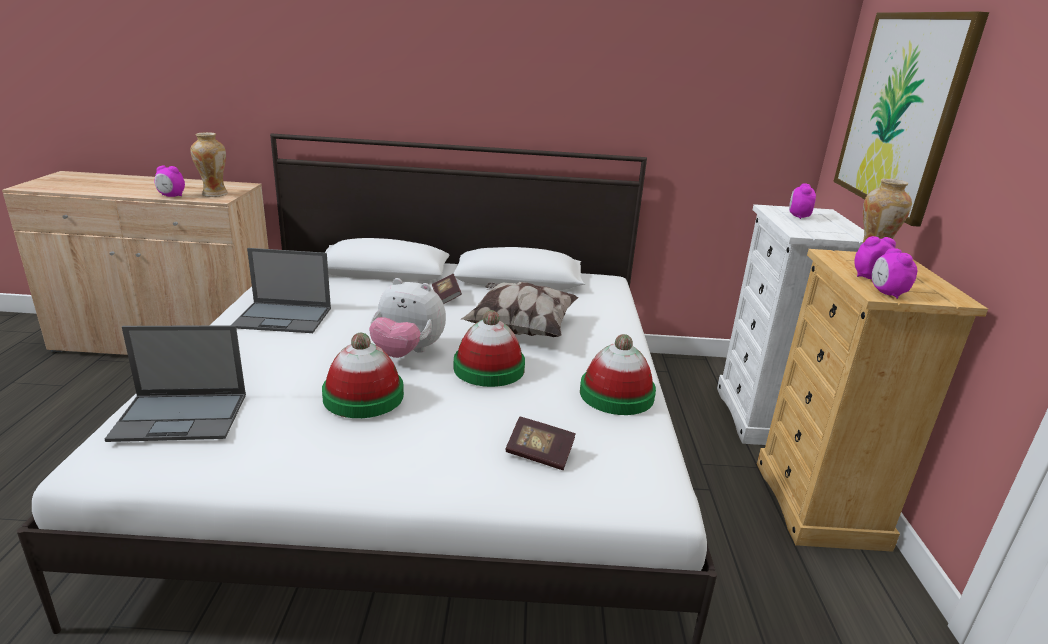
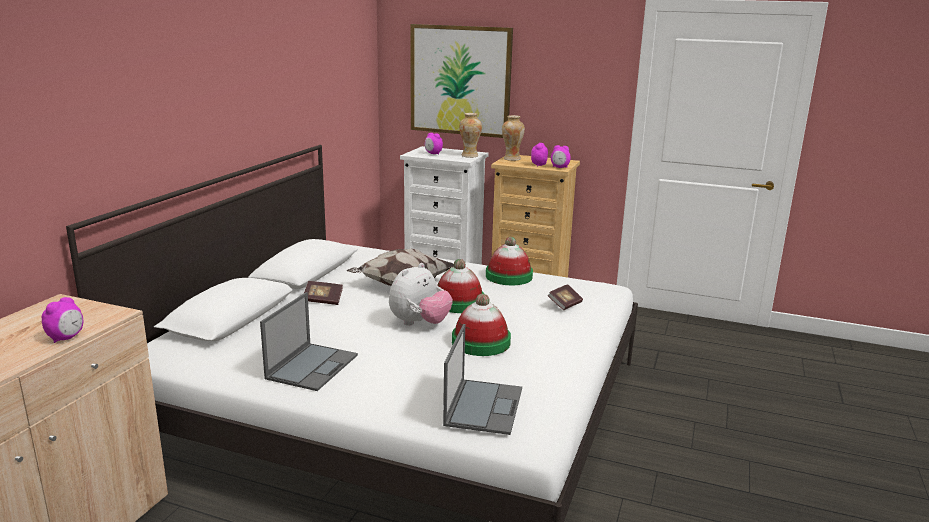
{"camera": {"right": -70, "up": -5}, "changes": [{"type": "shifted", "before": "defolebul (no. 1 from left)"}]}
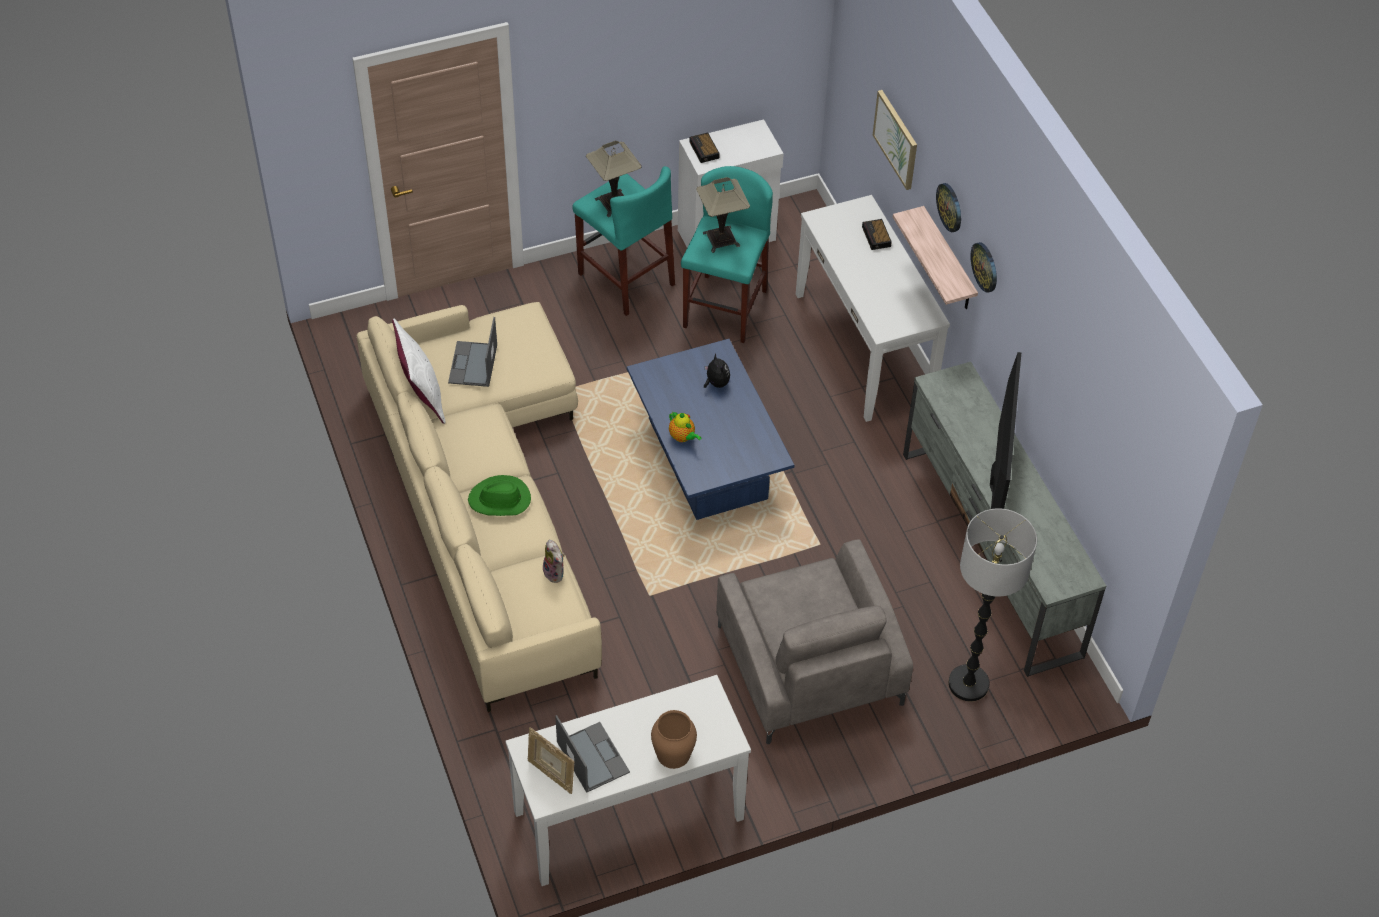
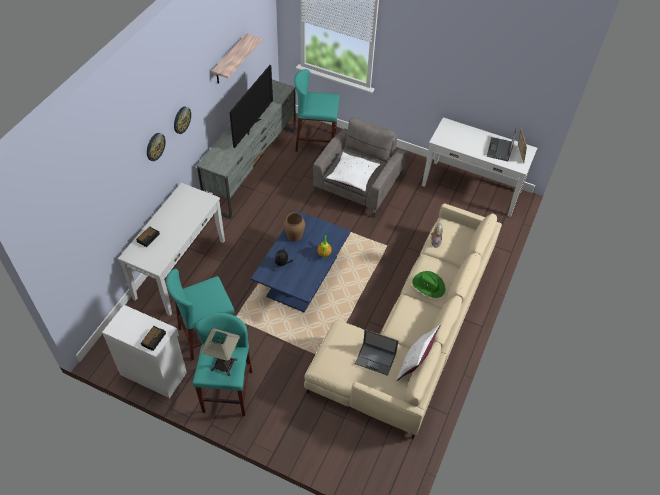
{"camera": {"right": -135, "up": 0}, "changes": [{"type": "shifted", "before": "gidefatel"}, {"type": "rotated", "before": "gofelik", "turn": 150}, {"type": "shifted", "before": "brown defolebul"}, {"type": "swapped", "before": "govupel", "after": "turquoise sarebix (no. 3 from left)"}, {"type": "new", "after": "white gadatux (no. 1 from left)"}, {"type": "rotated", "before": "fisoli (no. 1 from left)", "turn": 60}, {"type": "gone", "before": "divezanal (no. 2 from left)"}, {"type": "gone", "before": "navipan"}]}
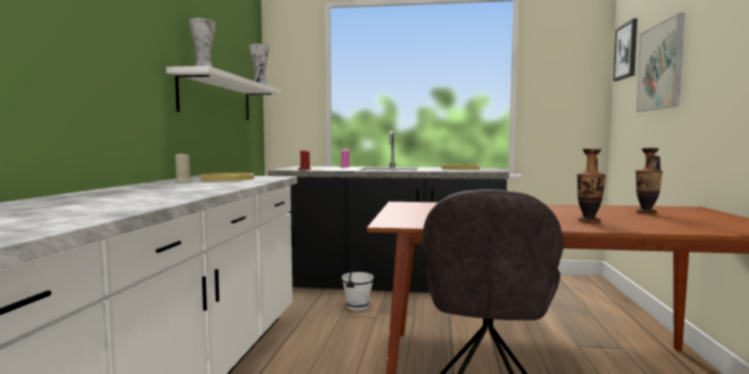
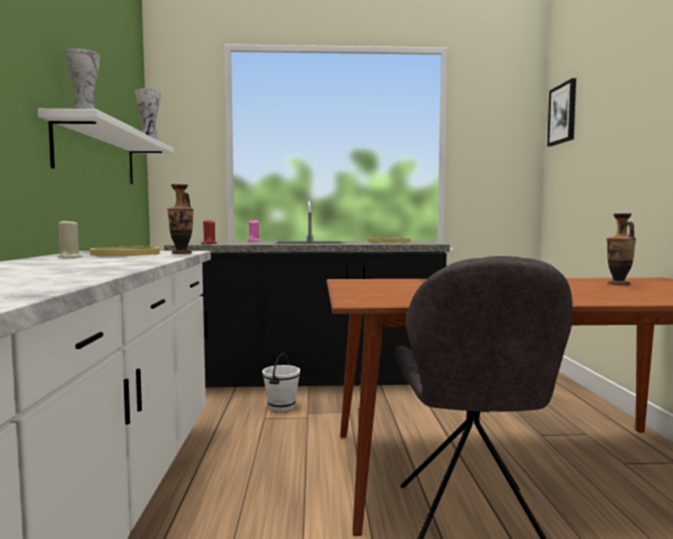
{"camera": {"right": -10, "up": 0}, "changes": [{"type": "shifted", "before": "defolebul (no. 3 from left)"}, {"type": "gone", "before": "navipan (no. 2 from left)"}]}
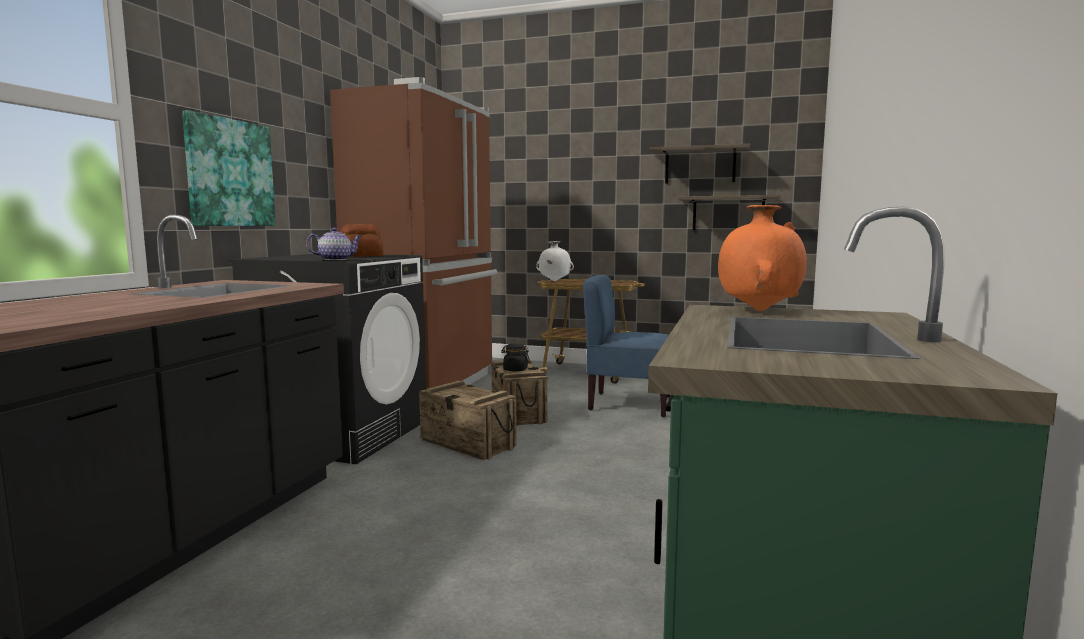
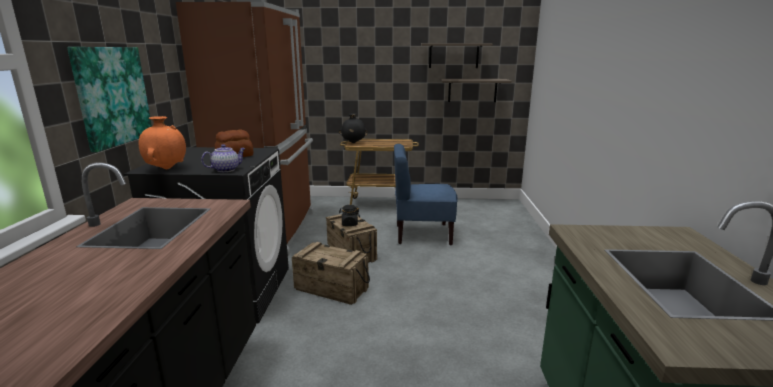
{"camera": {"right": -15, "up": 10}, "changes": [{"type": "shifted", "before": "orange defolebul"}, {"type": "repainted", "before": "white defolebul", "after": "black defolebul"}]}
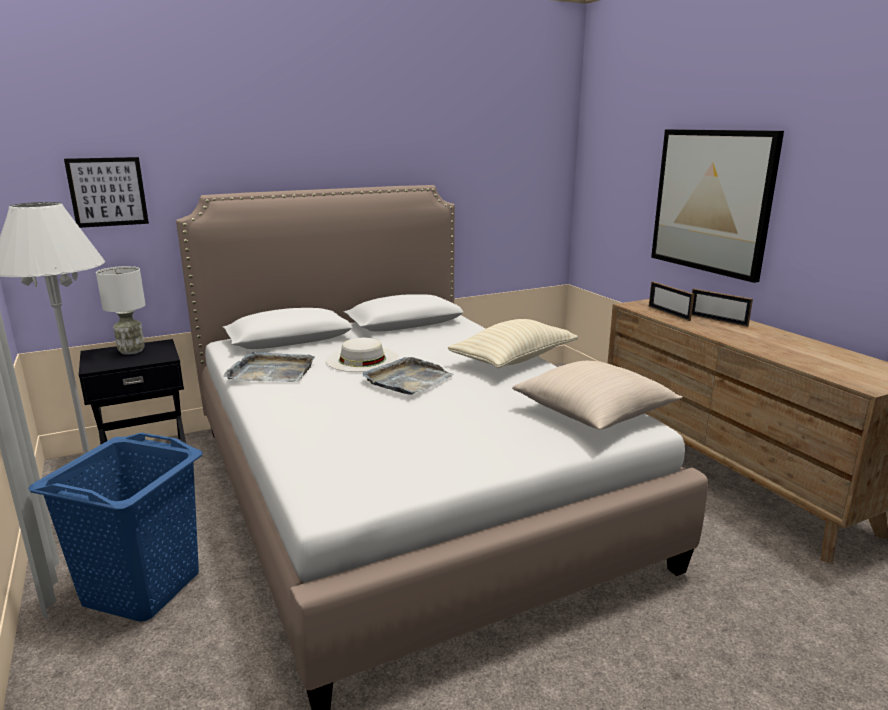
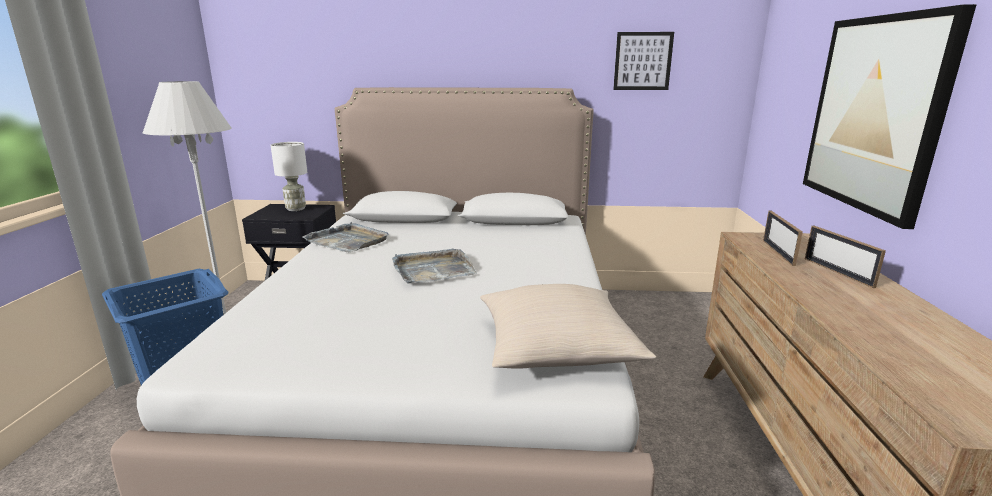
{"camera": {"right": 30, "up": 0}, "changes": [{"type": "shifted", "before": "navipan (no. 1 from left)"}, {"type": "gone", "before": "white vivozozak"}, {"type": "gone", "before": "beige gadatux (no. 1 from left)"}]}
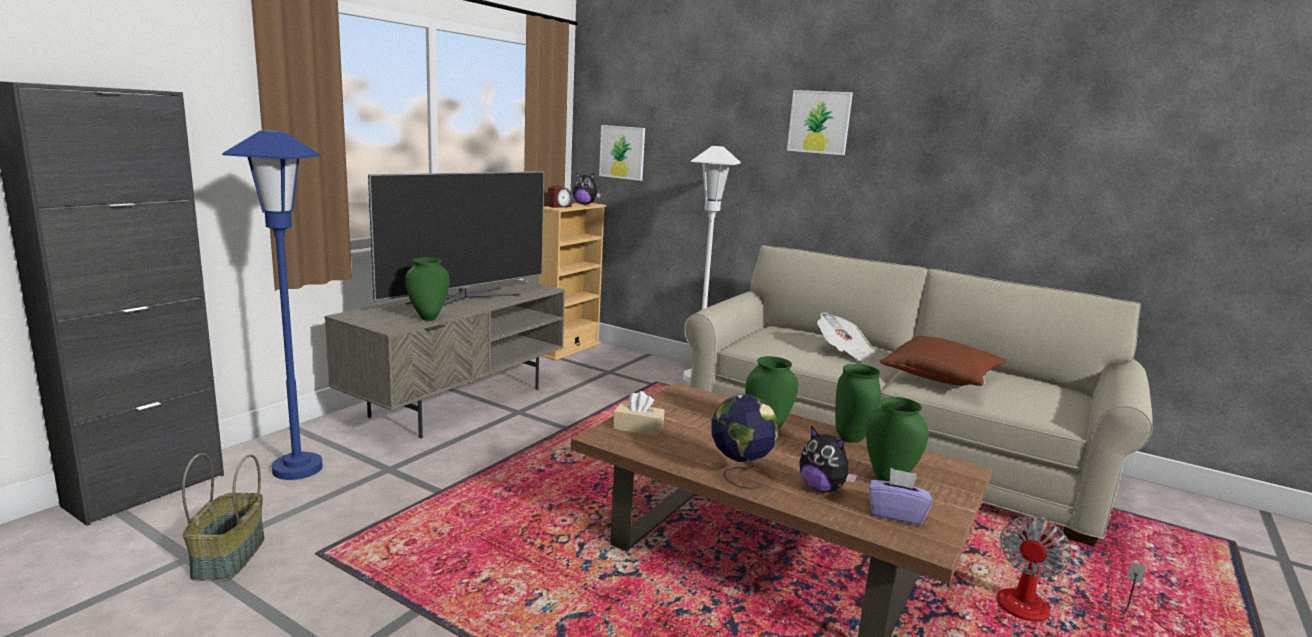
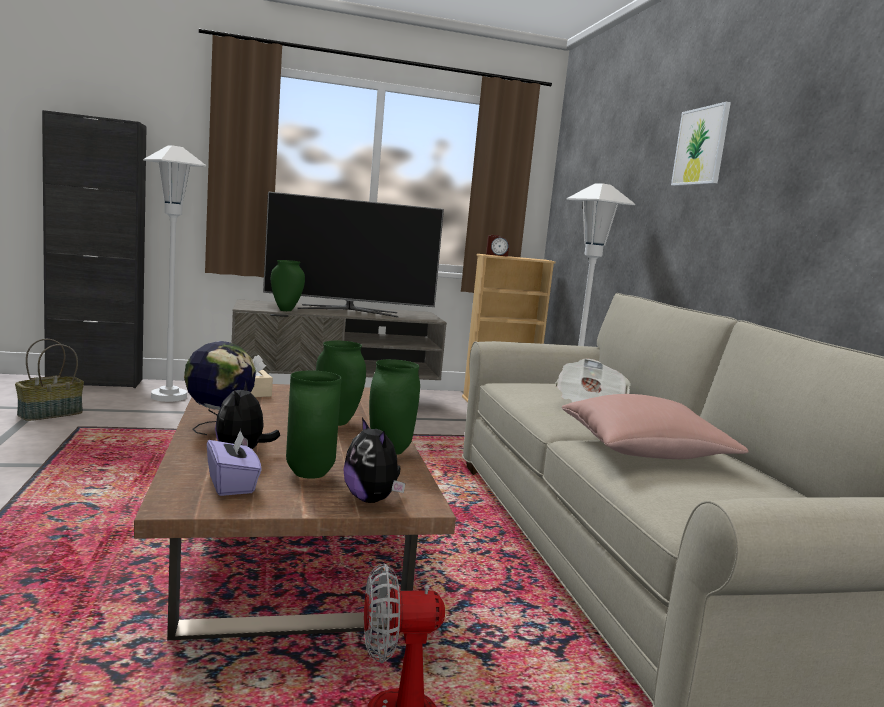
{"camera": {"right": 45, "up": -5}, "changes": [{"type": "repainted", "before": "blue govupel", "after": "white govupel (no. 1 from left)"}, {"type": "shifted", "before": "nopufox (no. 1 from left in the first image)", "after": "nopufox (no. 2 from left)"}, {"type": "repainted", "before": "brown gadatux", "after": "pink gadatux"}, {"type": "gone", "before": "navipan (no. 1 from left)"}]}
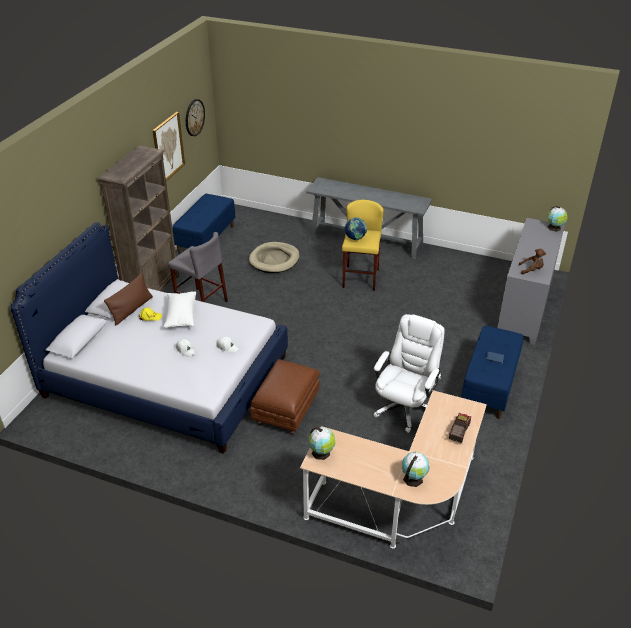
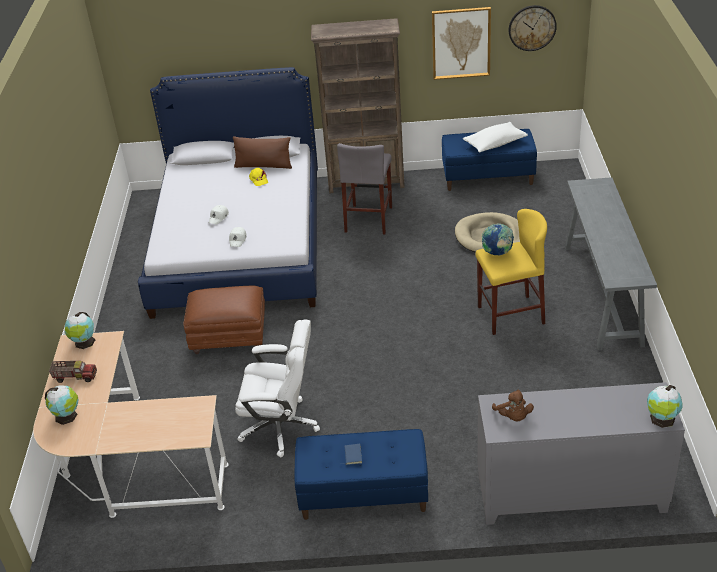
{"camera": {"right": 70, "up": 0}, "changes": [{"type": "shifted", "before": "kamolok"}, {"type": "shifted", "before": "white gadatux"}]}
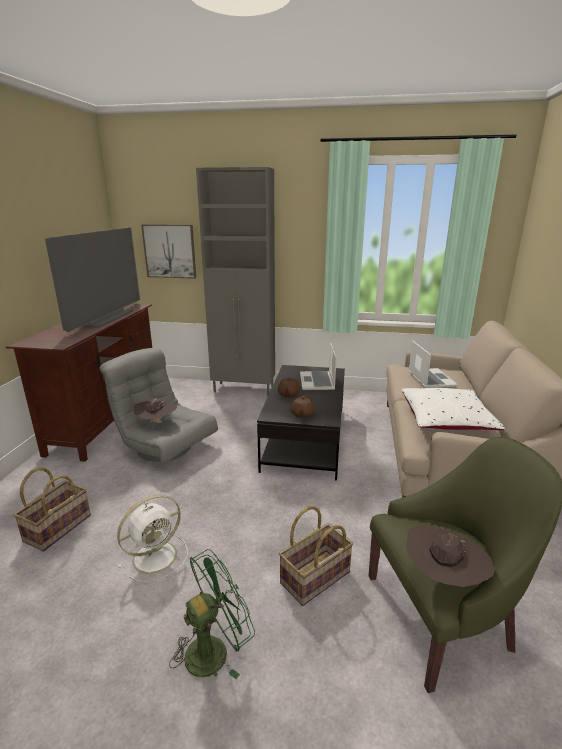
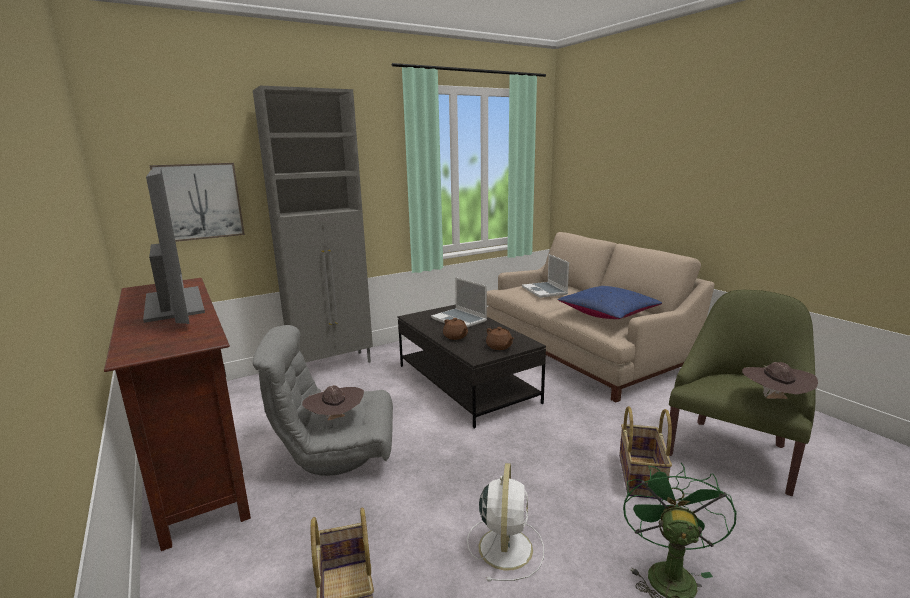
{"camera": {"right": -40, "up": -5}, "changes": [{"type": "rotated", "before": "fisoli (no. 2 from left)", "turn": -150}, {"type": "repainted", "before": "white gadatux", "after": "blue gadatux"}]}
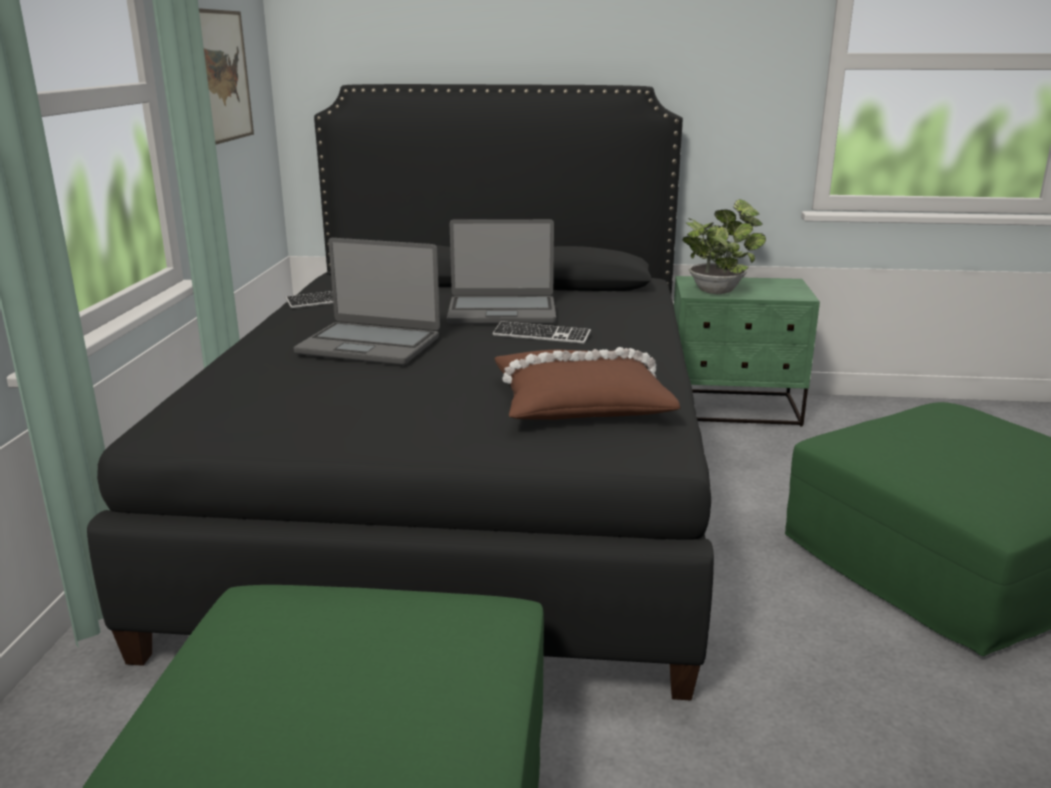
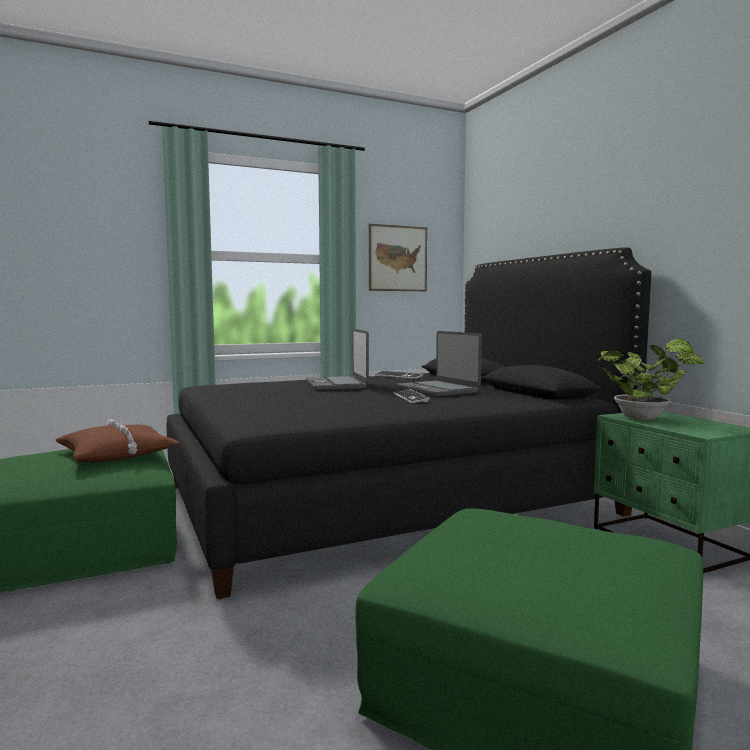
{"camera": {"right": 60, "up": -15}, "changes": [{"type": "shifted", "before": "brown gadatux"}]}
